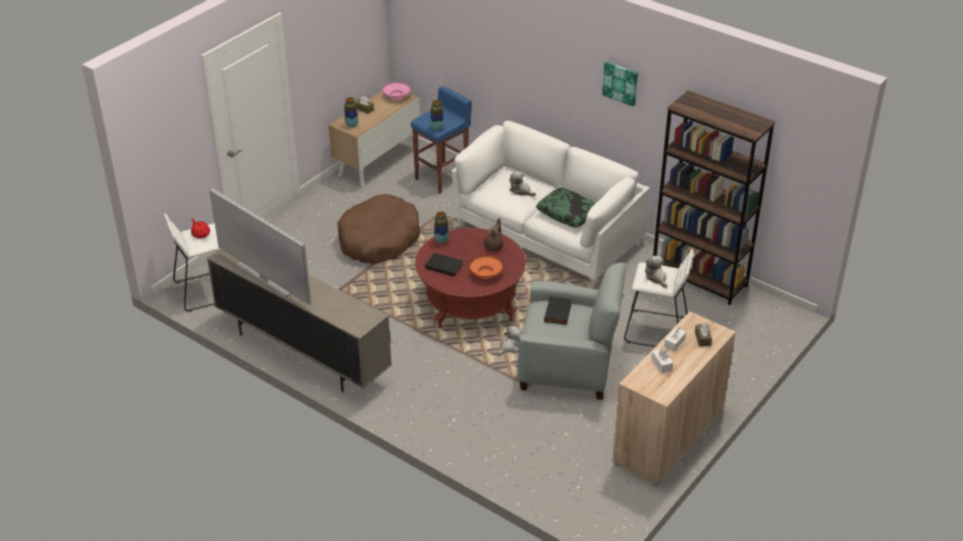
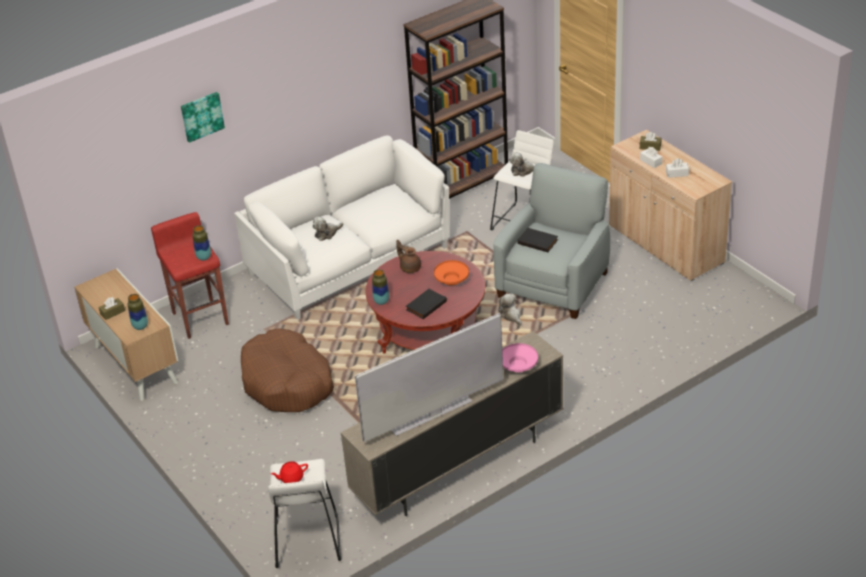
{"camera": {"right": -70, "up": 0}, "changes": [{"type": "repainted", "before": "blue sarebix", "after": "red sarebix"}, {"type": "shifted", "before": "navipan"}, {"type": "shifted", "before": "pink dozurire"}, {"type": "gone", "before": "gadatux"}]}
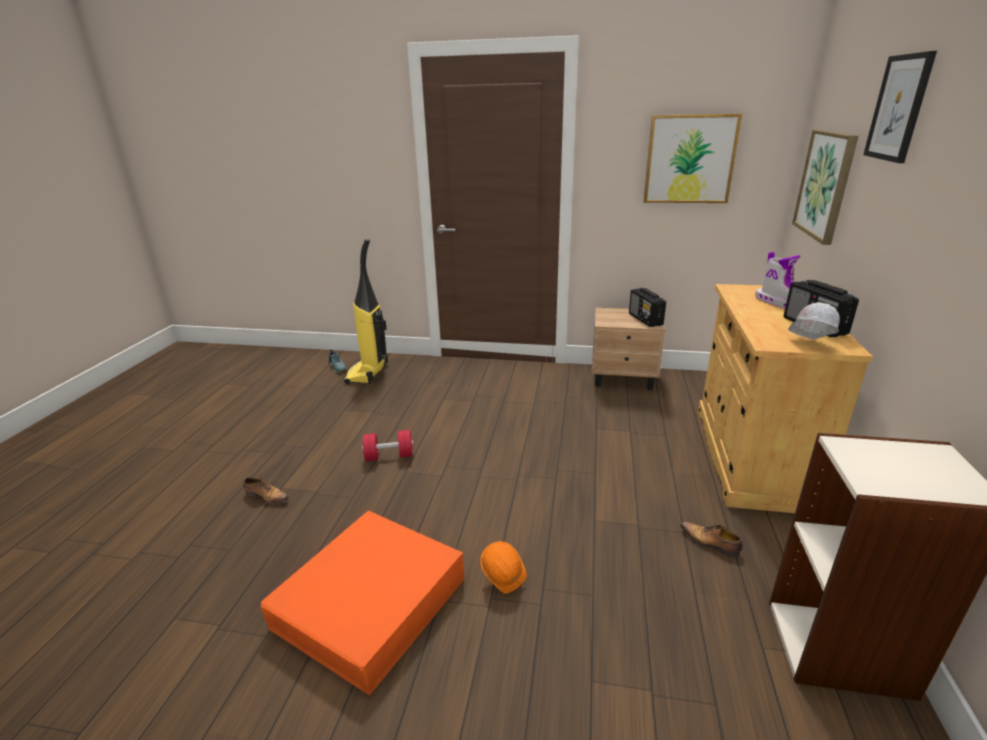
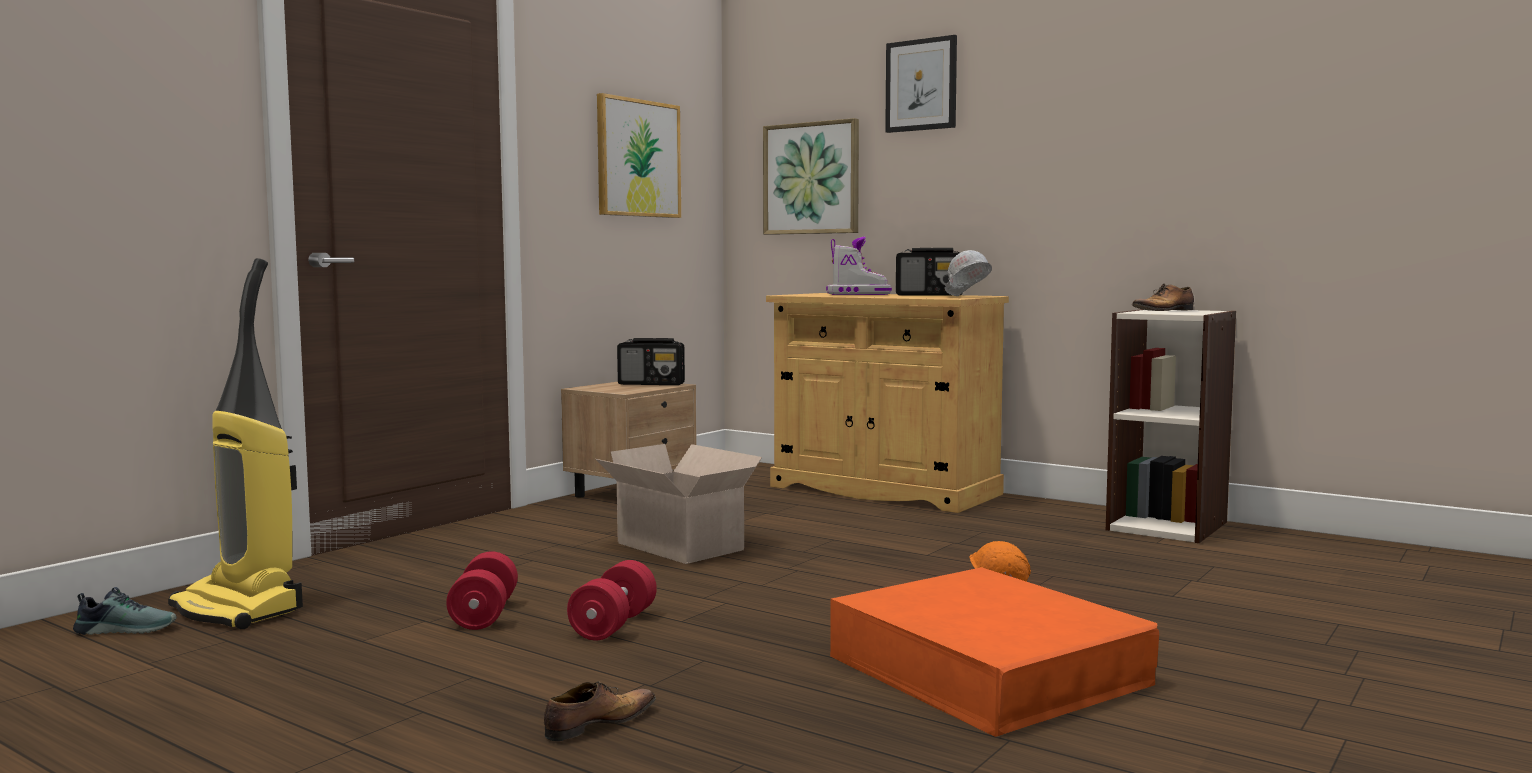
{"camera": {"right": -65, "up": -20}, "changes": [{"type": "new", "after": "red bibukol (no. 1 from left)"}, {"type": "new", "after": "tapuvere"}, {"type": "shifted", "before": "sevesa (no. 3 from left)"}]}
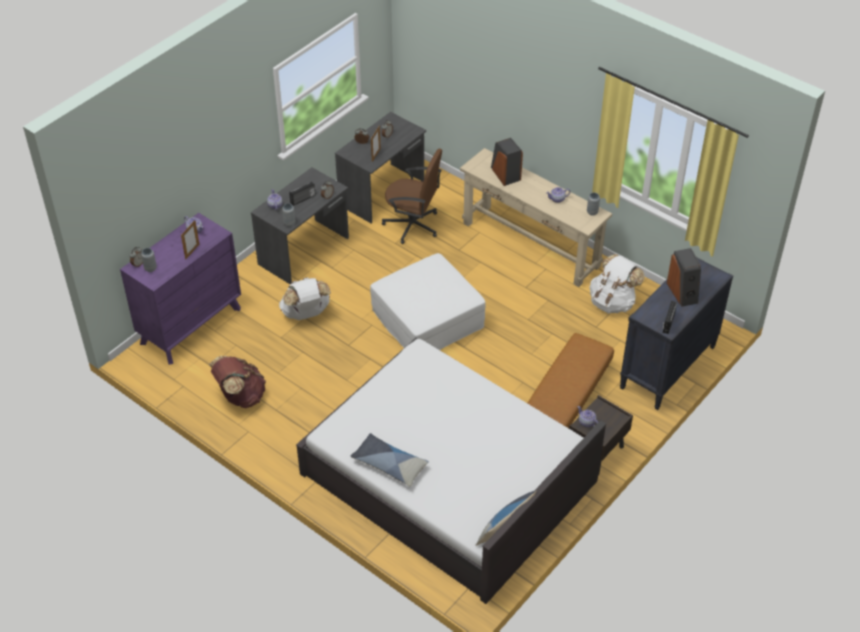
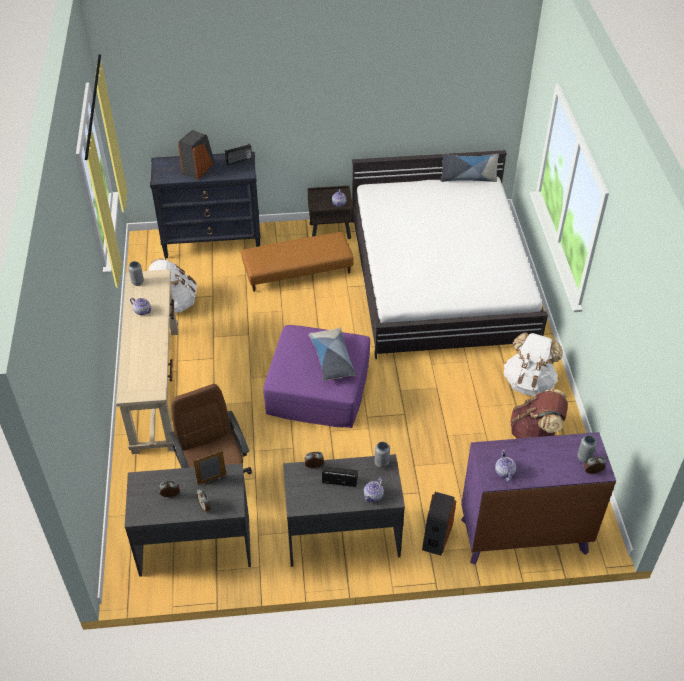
{"camera": {"right": -135, "up": 0}, "changes": [{"type": "repainted", "before": "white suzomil", "after": "purple suzomil"}, {"type": "shifted", "before": "gadatux (no. 1 from left)"}, {"type": "shifted", "before": "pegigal (no. 1 from left in the first image)", "after": "pegigal (no. 2 from left)"}, {"type": "shifted", "before": "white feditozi (no. 1 from left in the first image)", "after": "white feditozi (no. 2 from left)"}, {"type": "gone", "before": "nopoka (no. 1 from left)"}]}
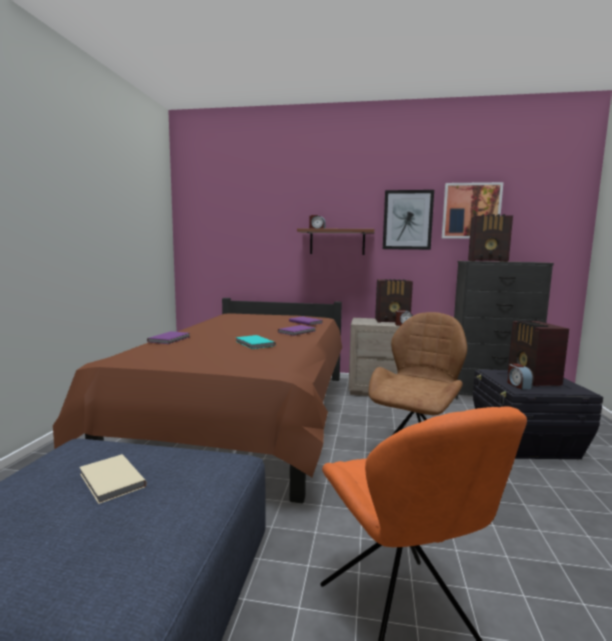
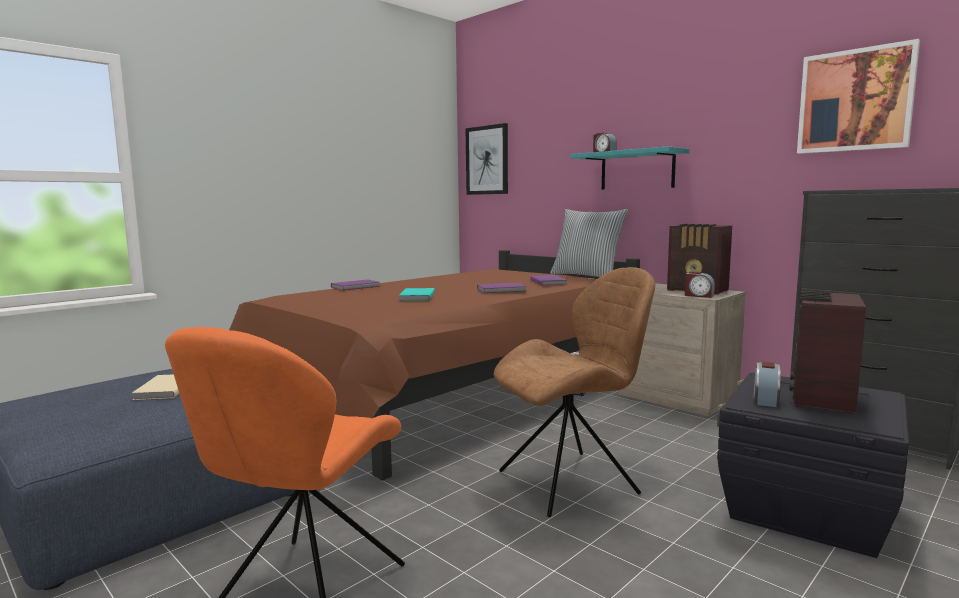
{"camera": {"right": 35, "up": 0}, "changes": [{"type": "shifted", "before": "navipan (no. 1 from left)"}, {"type": "new", "after": "gadatux"}, {"type": "repainted", "before": "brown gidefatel", "after": "turquoise gidefatel"}, {"type": "gone", "before": "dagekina (no. 2 from left)"}]}
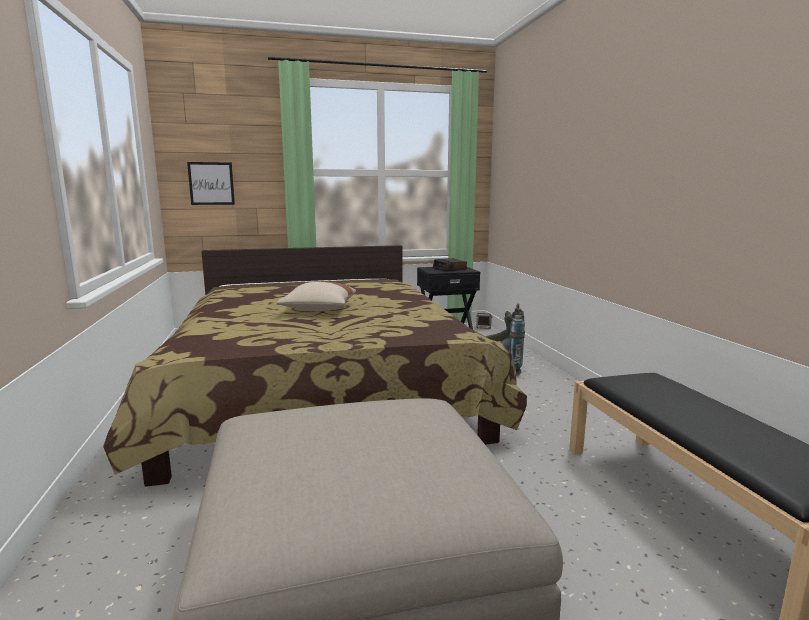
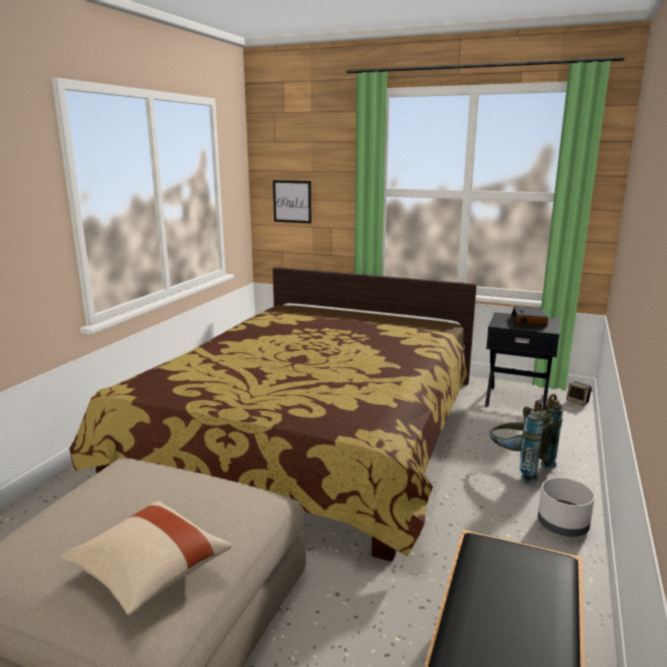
{"camera": {"right": 35, "up": 5}, "changes": [{"type": "shifted", "before": "beige gadatux"}, {"type": "new", "after": "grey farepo"}]}
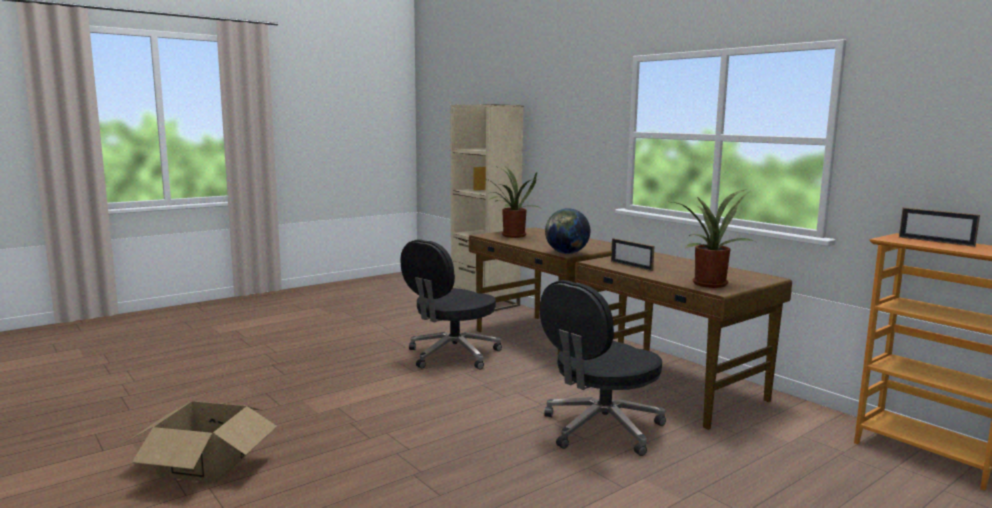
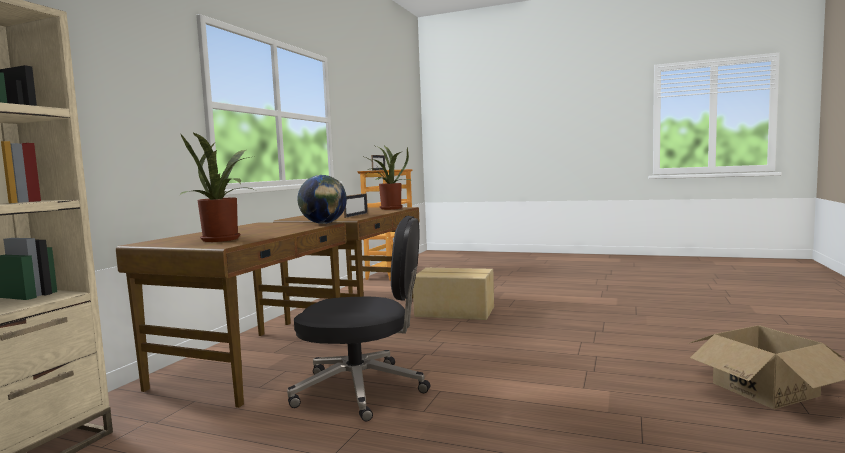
{"camera": {"right": -120, "up": -5}, "changes": [{"type": "swapped", "before": "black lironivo (no. 2 from left)", "after": "tapuvere (no. 1 from left)"}]}
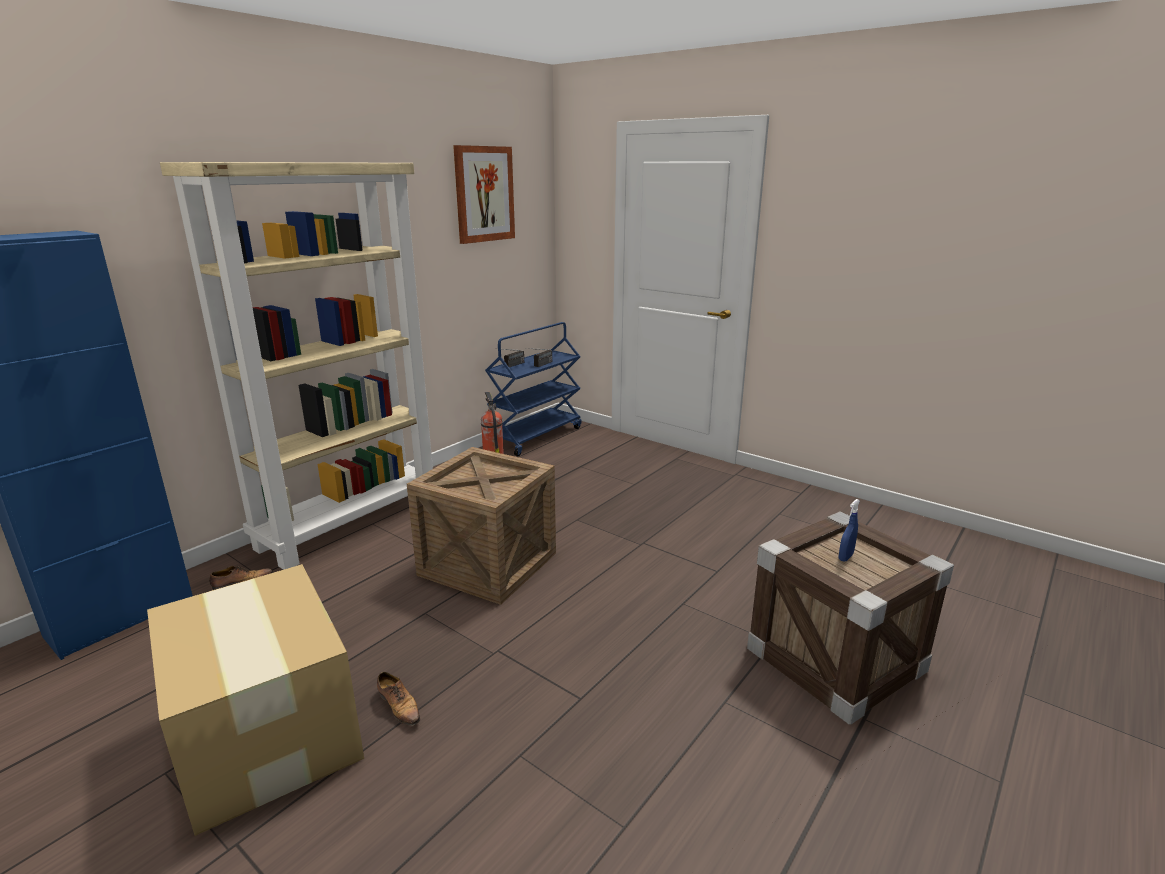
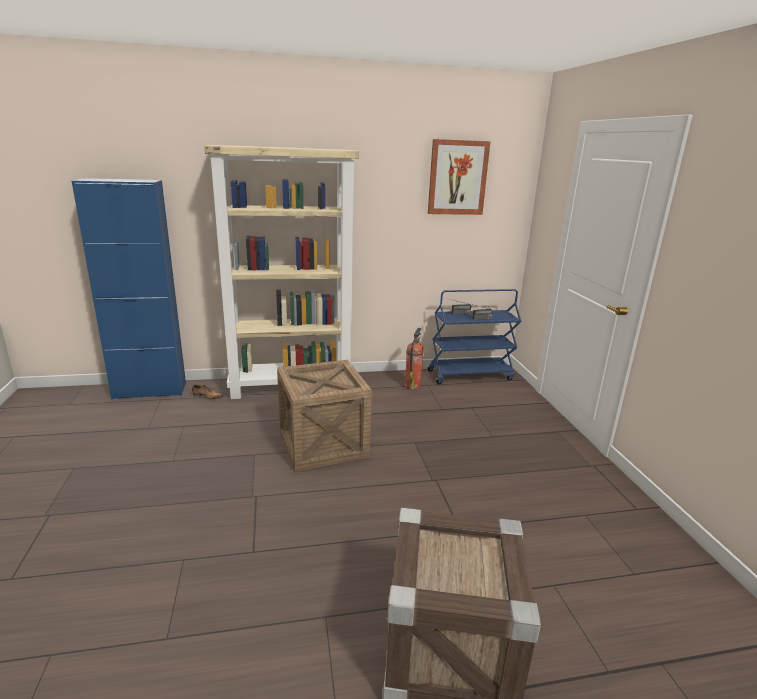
{"camera": {"right": 40, "up": 0}, "changes": [{"type": "gone", "before": "tapuvere"}, {"type": "gone", "before": "sevesa (no. 2 from left)"}, {"type": "gone", "before": "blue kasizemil"}]}
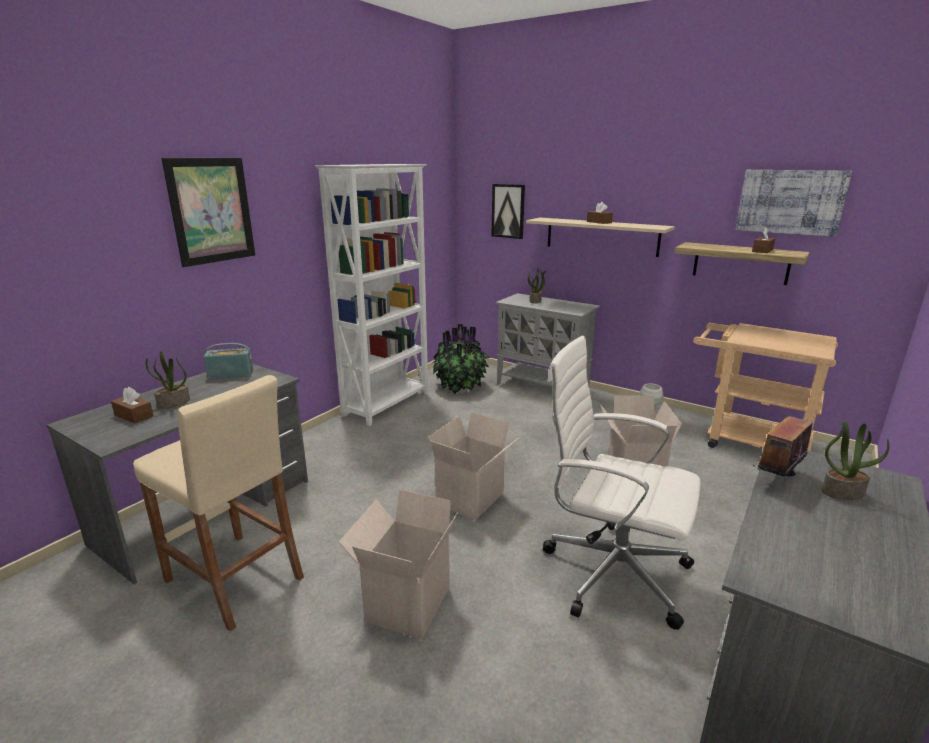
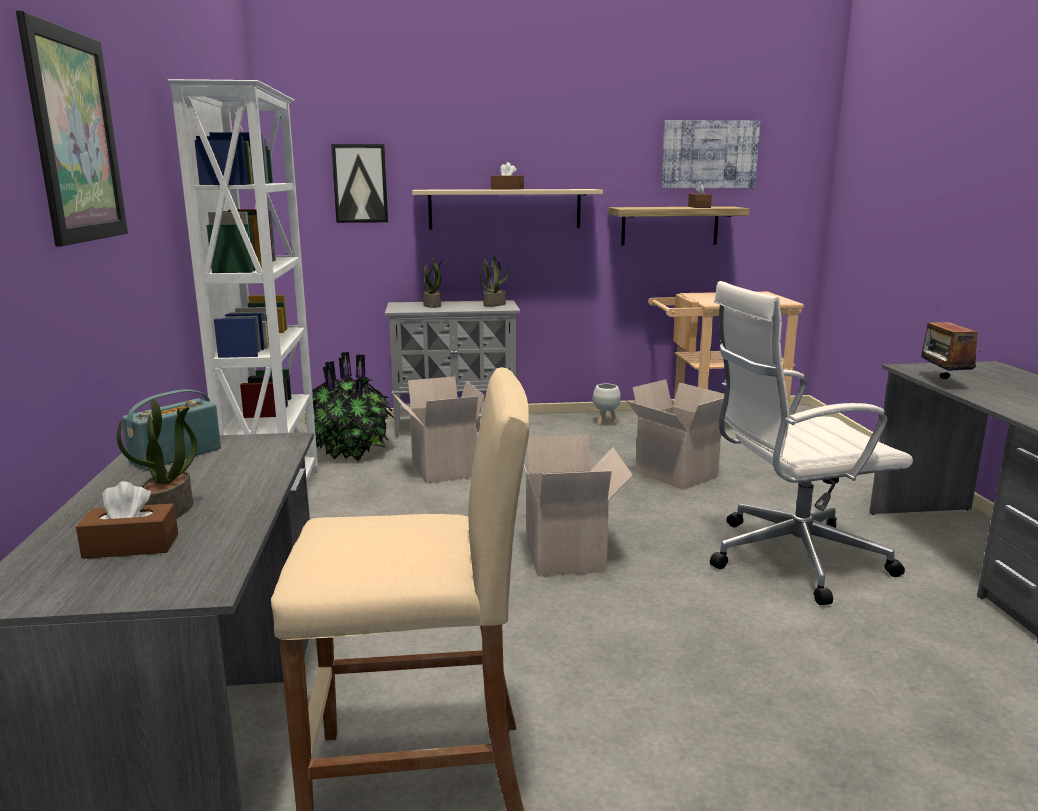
{"camera": {"right": -40, "up": -5}, "changes": [{"type": "shifted", "before": "tapuvere (no. 1 from left)"}, {"type": "shifted", "before": "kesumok (no. 4 from left)"}]}
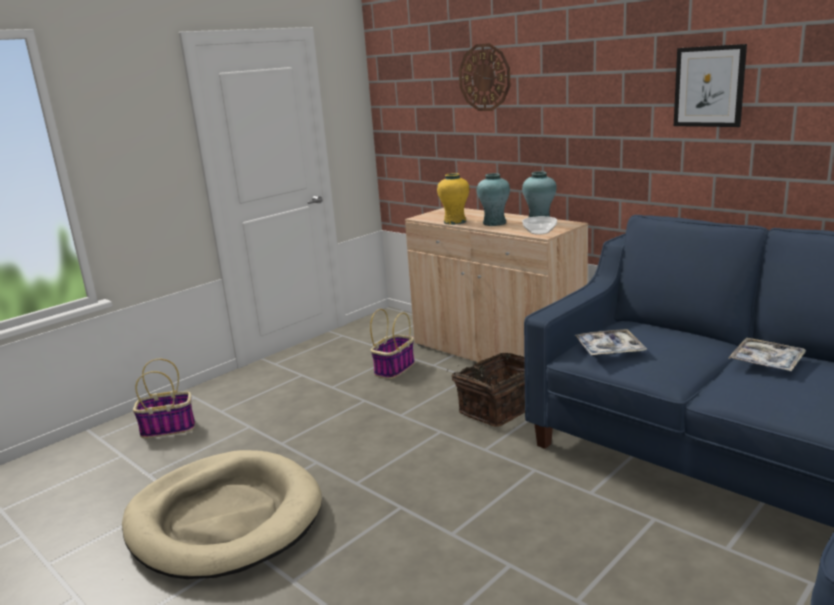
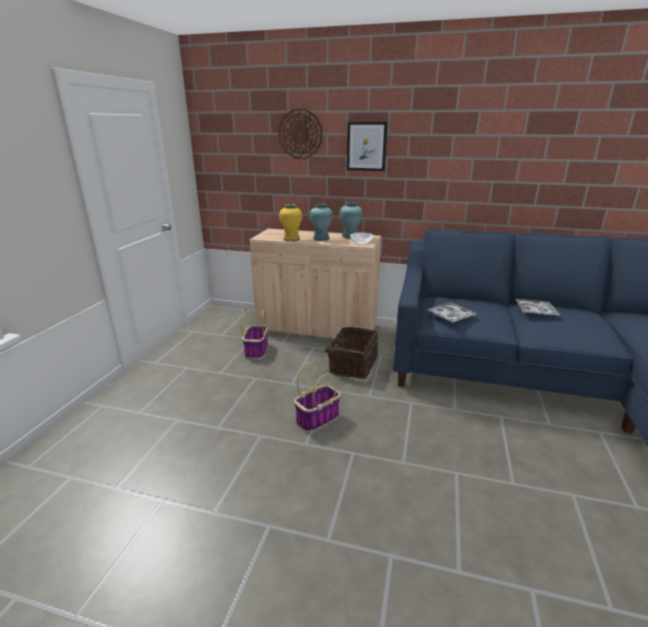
{"camera": {"right": -30, "up": 5}, "changes": [{"type": "shifted", "before": "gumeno (no. 1 from left in the first image)", "after": "gumeno (no. 2 from left)"}, {"type": "shifted", "before": "navipan"}, {"type": "gone", "before": "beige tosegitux"}]}
